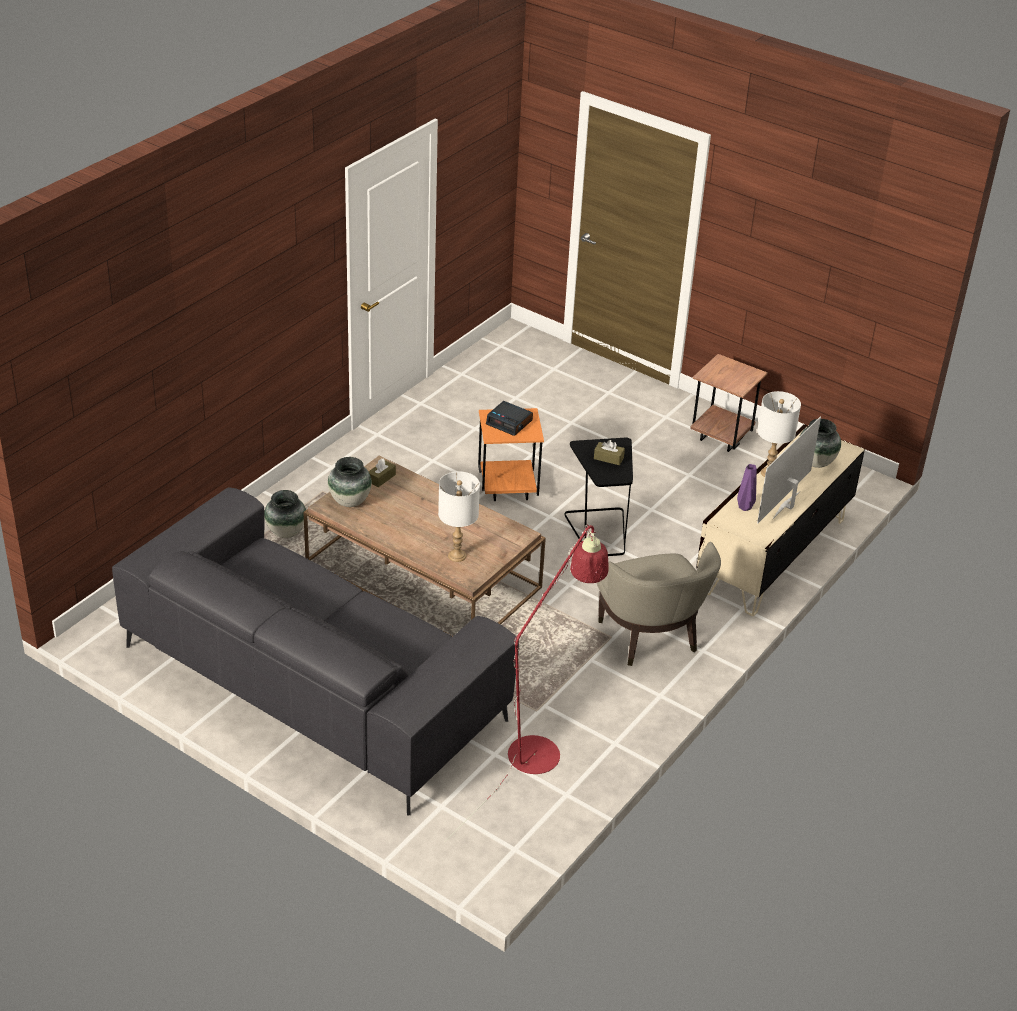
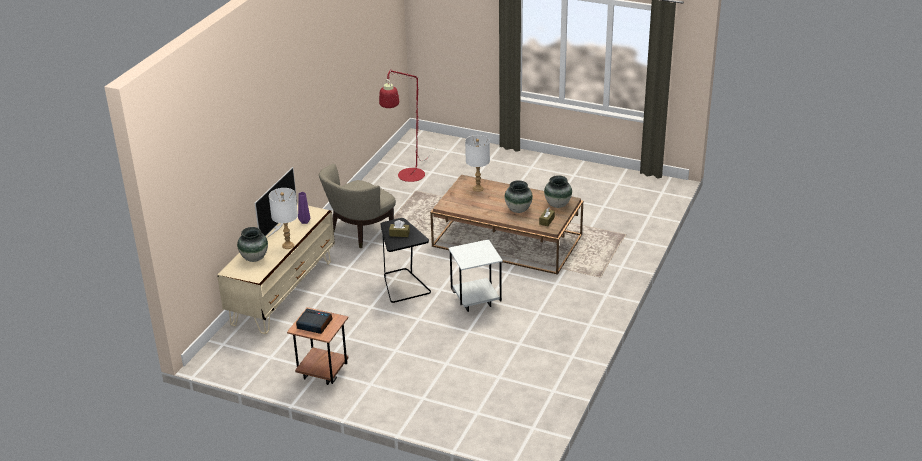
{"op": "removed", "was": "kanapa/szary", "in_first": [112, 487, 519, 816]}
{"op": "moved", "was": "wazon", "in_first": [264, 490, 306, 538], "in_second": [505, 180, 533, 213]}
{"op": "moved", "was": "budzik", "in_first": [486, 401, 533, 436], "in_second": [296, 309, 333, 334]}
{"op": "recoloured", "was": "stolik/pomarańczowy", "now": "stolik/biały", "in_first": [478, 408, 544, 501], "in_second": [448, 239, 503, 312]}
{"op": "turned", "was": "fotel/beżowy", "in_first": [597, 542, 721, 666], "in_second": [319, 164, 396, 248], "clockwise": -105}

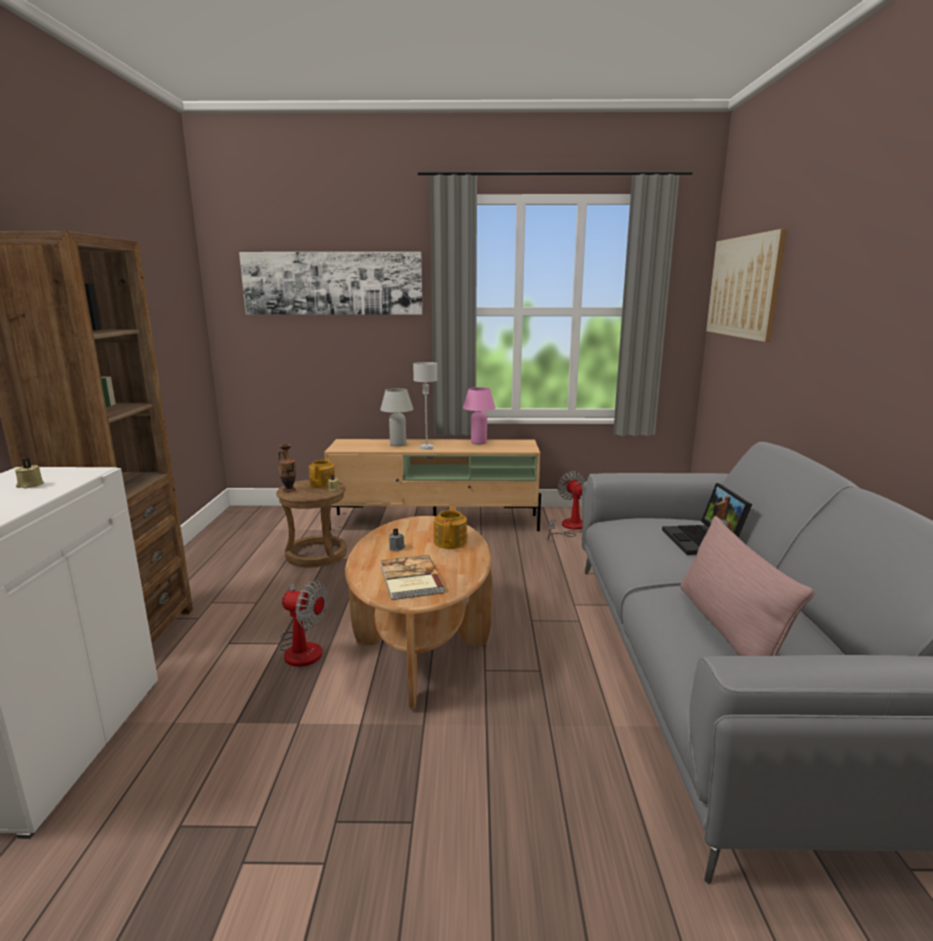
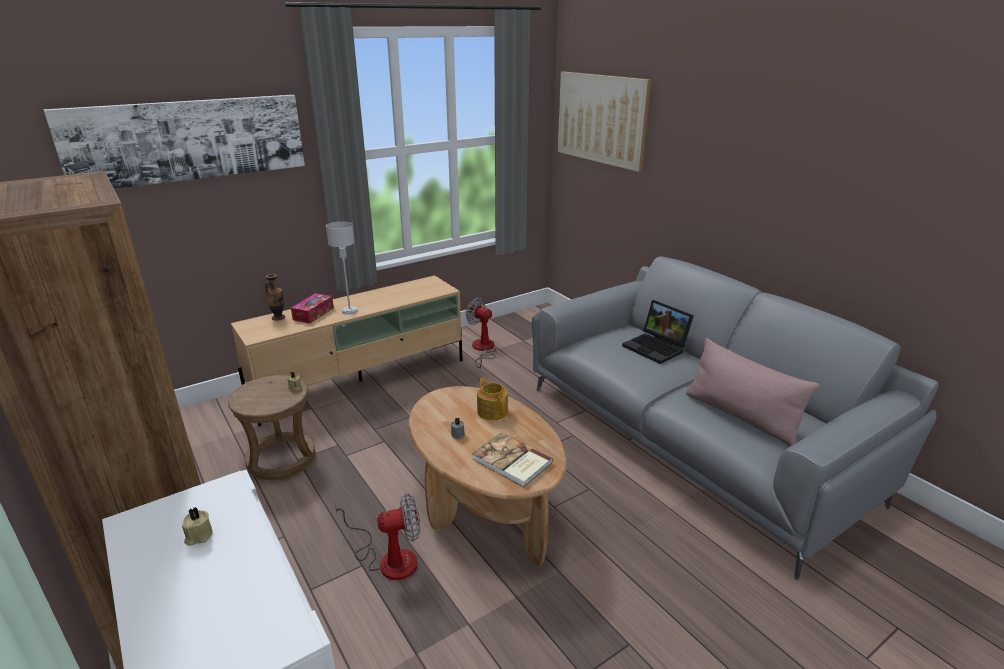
{"op": "removed", "was": "imbryk", "in_first": [309, 458, 335, 488]}
{"op": "removed", "was": "lampa stołowa/różowy", "in_first": [463, 387, 495, 444]}
{"op": "moved", "was": "wazon", "in_first": [278, 444, 296, 493], "in_second": [265, 274, 285, 321]}
{"op": "replaced", "was": "lampa stołowa/biały", "now": "pudełko chusteczek", "in_first": [380, 388, 413, 446], "in_second": [291, 293, 334, 324]}

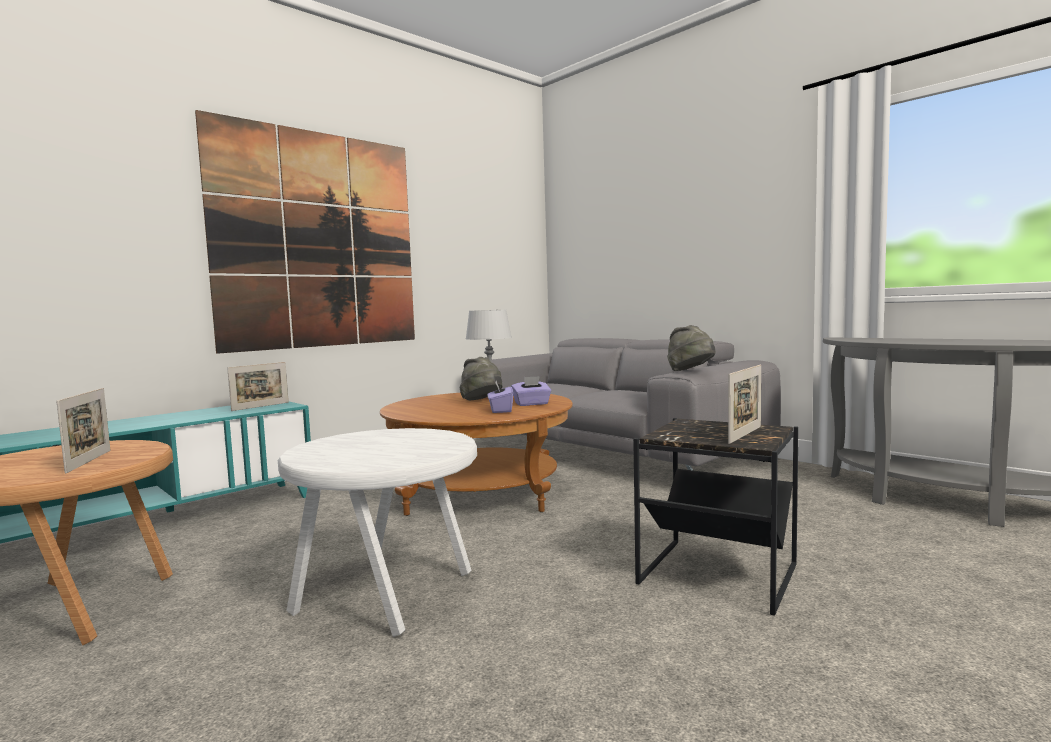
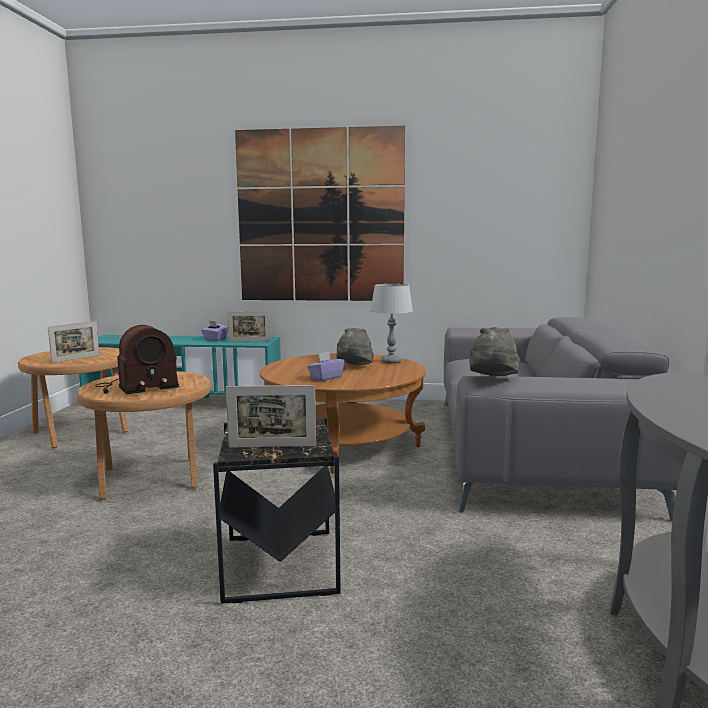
{"op": "added", "now": "radio", "in_second": [95, 325, 179, 394]}
{"op": "moved", "was": "pudełko chusteczek/fioletowy", "in_first": [511, 376, 552, 406], "in_second": [201, 321, 228, 341]}
{"op": "recoloured", "was": "stolik/biały", "now": "stolik/brązowy", "in_first": [278, 428, 477, 637], "in_second": [77, 371, 211, 499]}

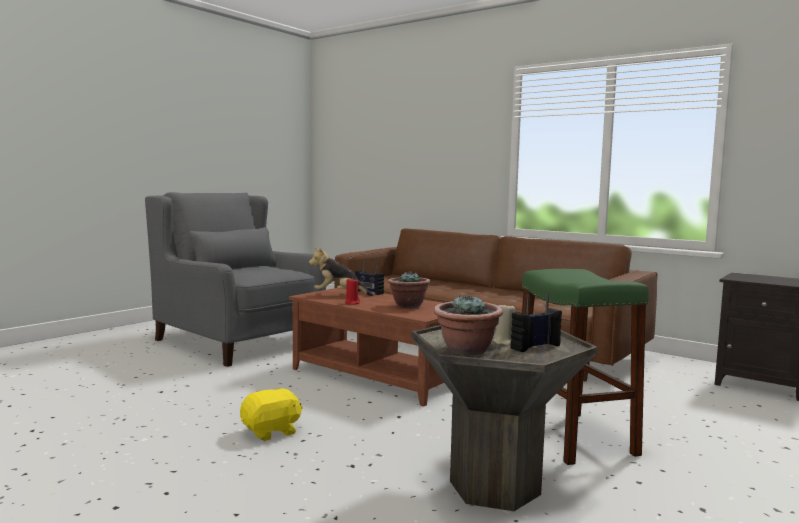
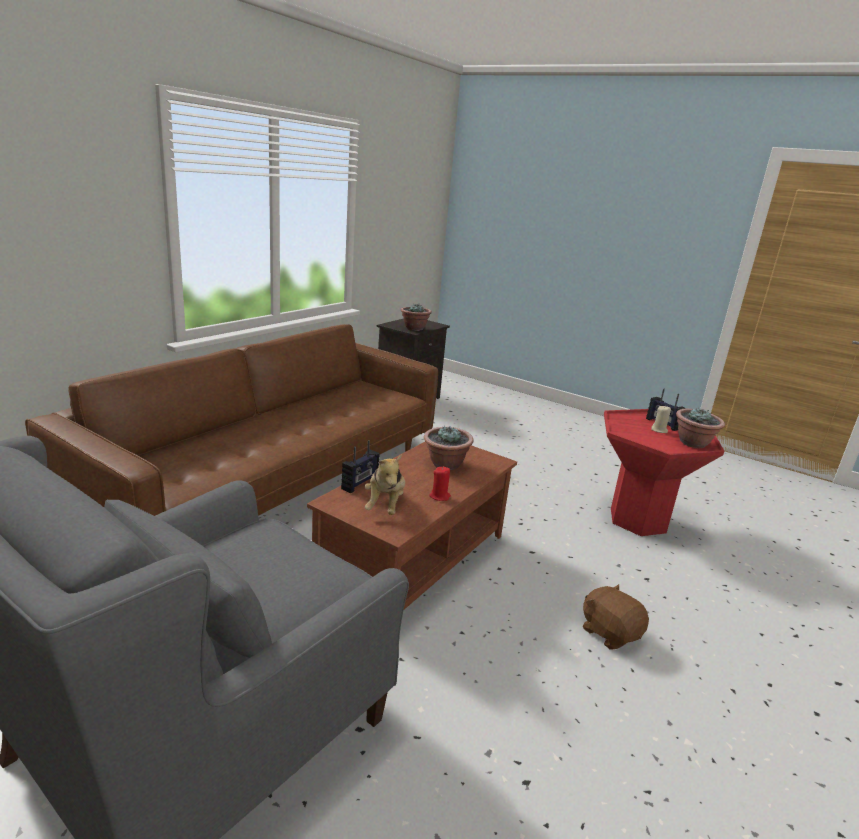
{"op": "removed", "was": "stołek/zielony", "in_first": [522, 269, 649, 465]}
{"op": "added", "now": "roślina doniczkowa", "in_second": [400, 303, 432, 331]}
{"op": "recoloured", "was": "pluszak/żółty", "now": "pluszak/brązowy", "in_first": [240, 388, 303, 441], "in_second": [583, 584, 649, 650]}
{"op": "recoloured", "was": "stolik/szary", "now": "stolik/czerwony", "in_first": [411, 325, 597, 511], "in_second": [604, 409, 724, 536]}

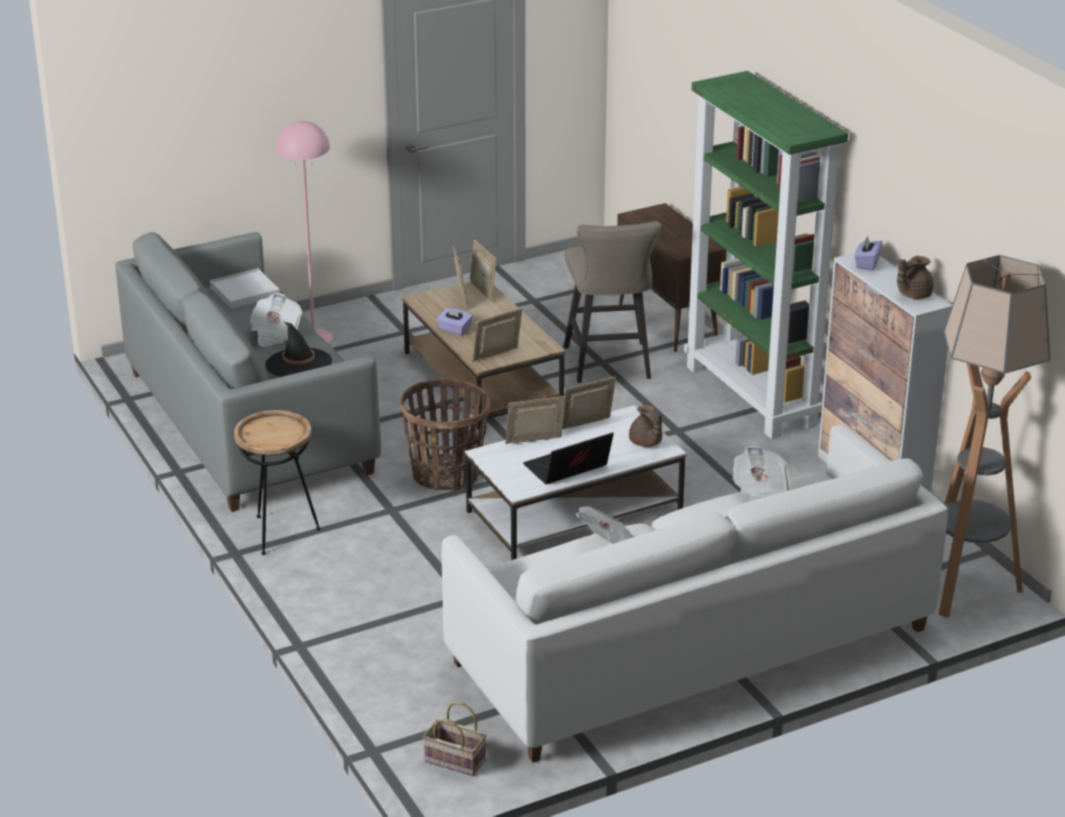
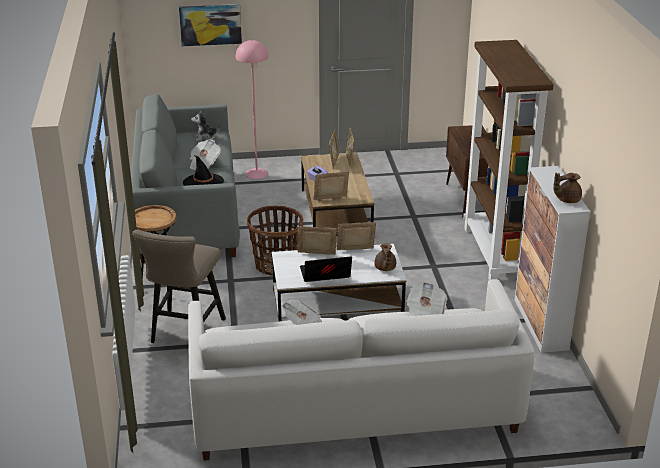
{"op": "removed", "was": "koszyk", "in_first": [423, 702, 487, 776]}
{"op": "removed", "was": "pudełko chusteczek/fioletowy", "in_first": [854, 236, 882, 271]}
{"op": "removed", "was": "lampa stojąca", "in_first": [939, 255, 1051, 618]}
{"op": "added", "now": "obraz", "in_second": [179, 4, 242, 46]}
{"op": "moved", "was": "stołek/beżowy", "in_first": [564, 221, 662, 383], "in_second": [132, 230, 226, 343]}
{"op": "replaced", "was": "taca/biały", "now": "pluszak", "in_first": [210, 268, 280, 309], "in_second": [191, 110, 221, 141]}
{"op": "recoloured", "was": "regał/zielony", "now": "regał/brązowy", "in_first": [684, 71, 848, 439], "in_second": [463, 40, 554, 280]}

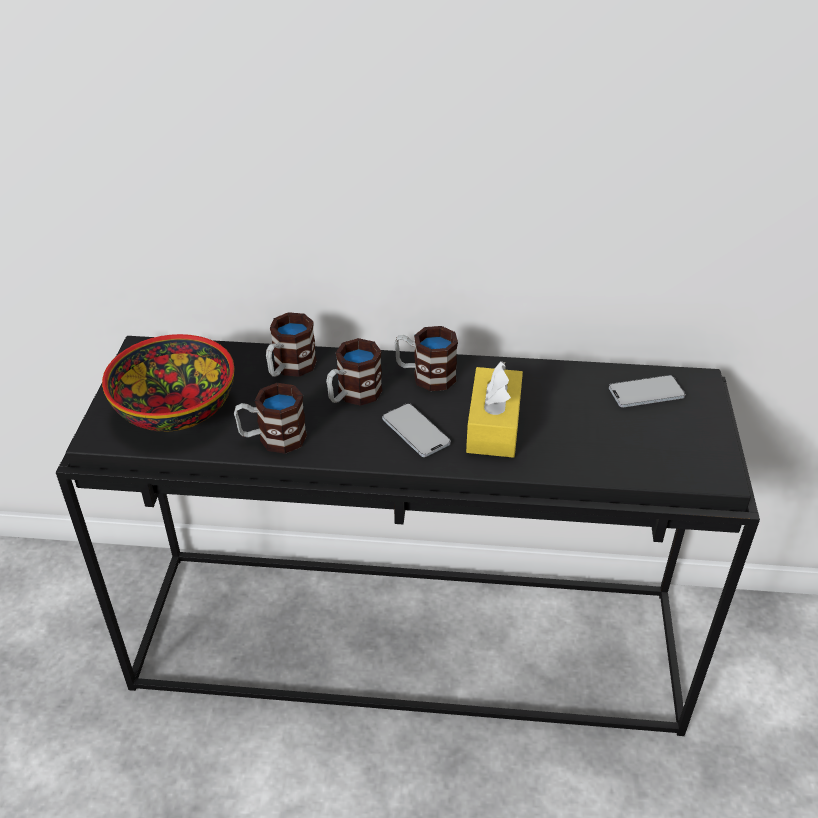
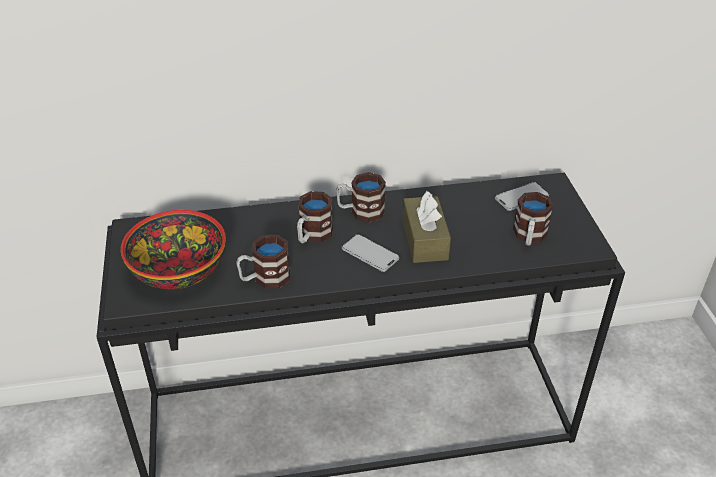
{"op": "moved", "was": "kubek", "in_first": [266, 312, 317, 377], "in_second": [513, 192, 553, 246]}
{"op": "recoloured", "was": "pudełko chusteczek/żółty", "now": "pudełko chusteczek/brązowy", "in_first": [466, 361, 523, 458], "in_second": [402, 191, 451, 263]}

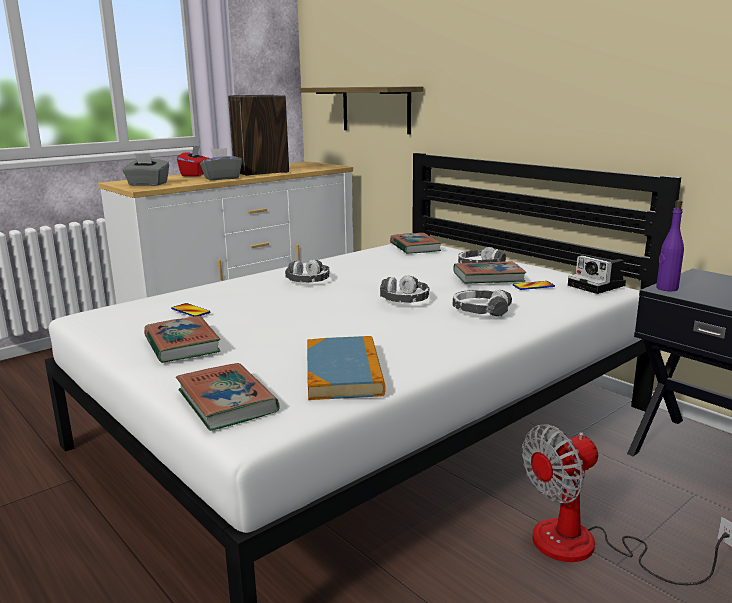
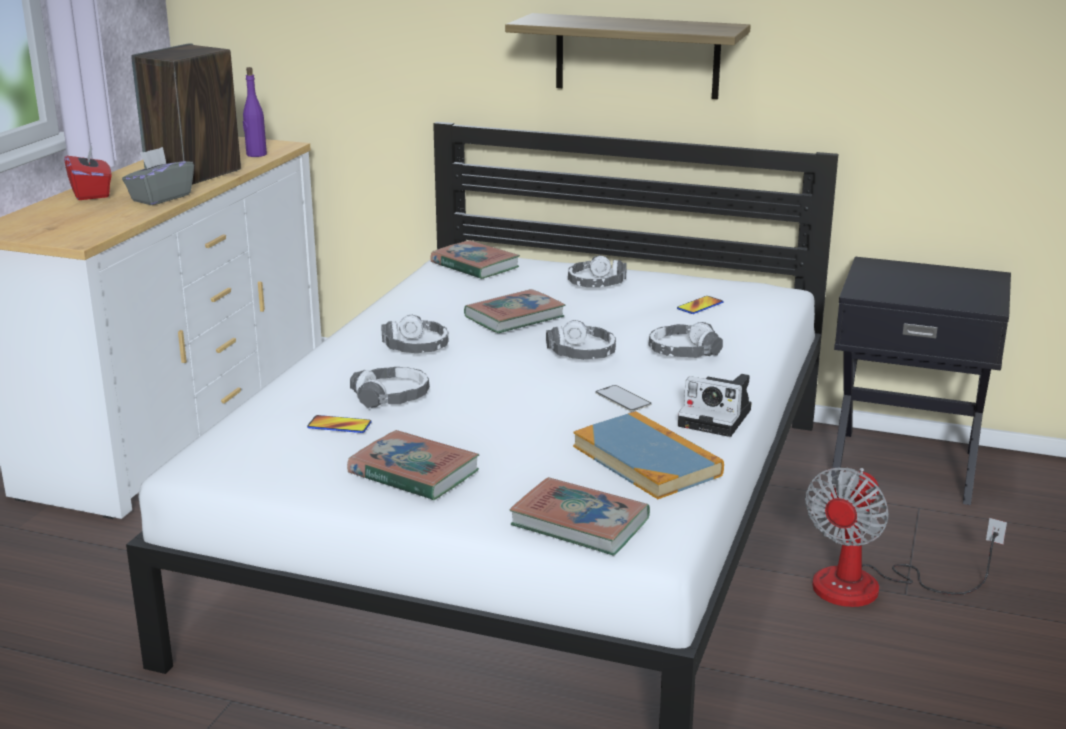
{"op": "removed", "was": "pudełko chusteczek/szary", "in_first": [122, 153, 169, 186]}
{"op": "added", "now": "słuchawki", "in_second": [350, 367, 430, 408]}
{"op": "added", "now": "telefon", "in_second": [595, 385, 651, 411]}
{"op": "moved", "was": "półka", "in_first": [300, 86, 424, 134], "in_second": [505, 13, 751, 99]}
{"op": "moved", "was": "książka", "in_first": [453, 261, 526, 284], "in_second": [464, 289, 565, 333]}
{"op": "moved", "was": "aparat fotograficzny", "in_first": [568, 255, 626, 294], "in_second": [678, 374, 752, 437]}
{"op": "moved", "was": "butelka/fioletowy", "in_first": [656, 200, 684, 291], "in_second": [243, 67, 267, 157]}

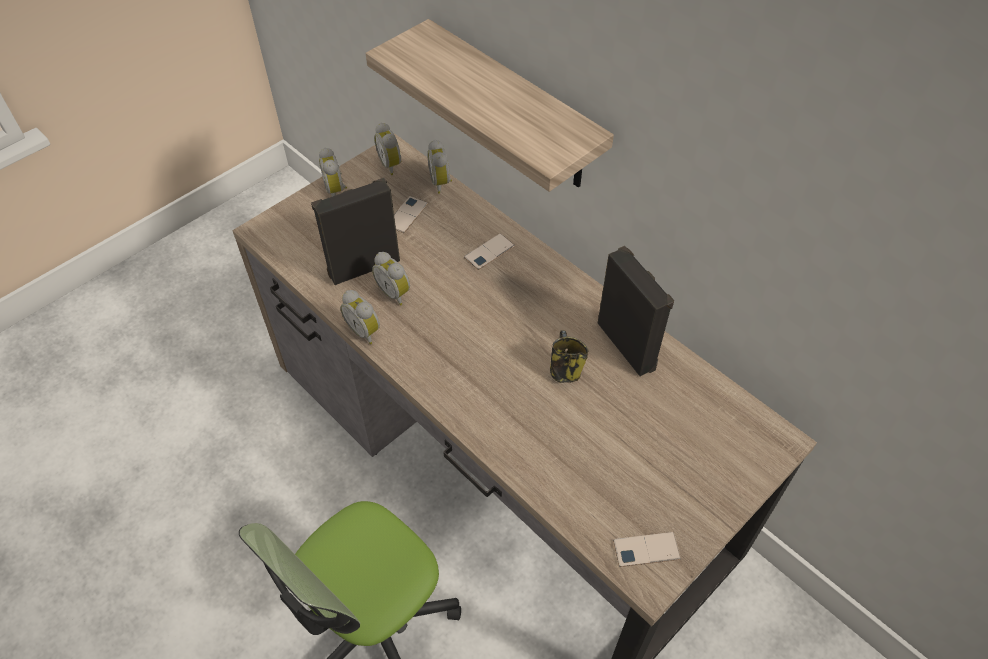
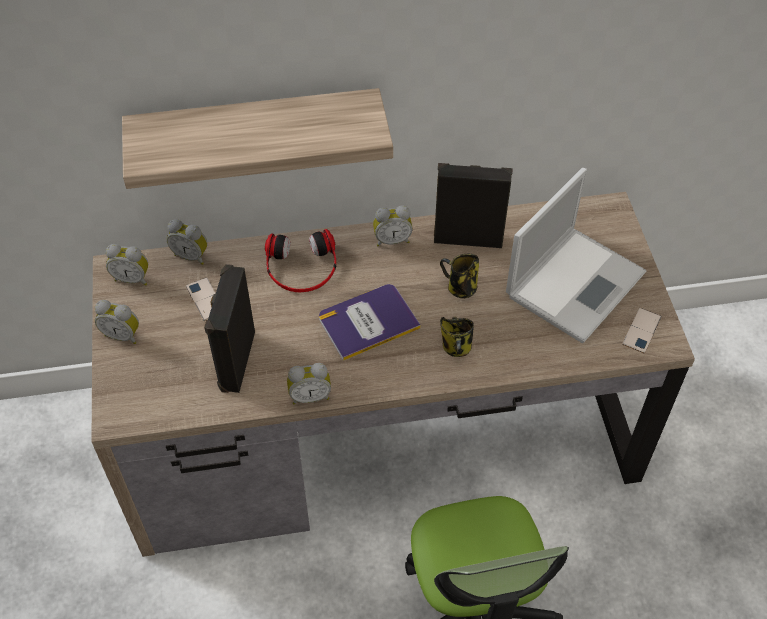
{"op": "added", "now": "książka", "in_second": [319, 284, 421, 361]}
{"op": "added", "now": "kubek", "in_second": [440, 317, 474, 357]}
{"op": "added", "now": "laptop", "in_second": [506, 168, 647, 343]}
{"op": "moved", "was": "budzik", "in_first": [372, 252, 410, 306], "in_second": [373, 206, 413, 247]}
{"op": "replaced", "was": "telefon", "now": "słuchawki", "in_first": [464, 233, 515, 270], "in_second": [265, 229, 336, 292]}

